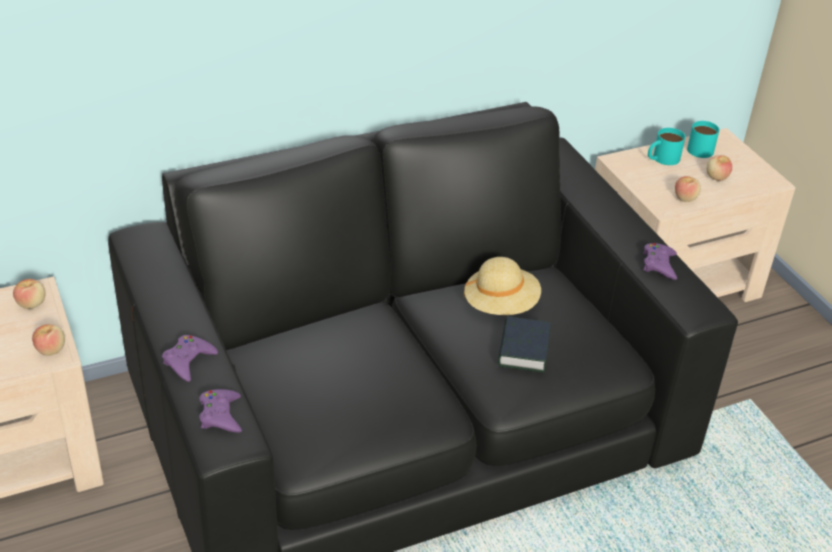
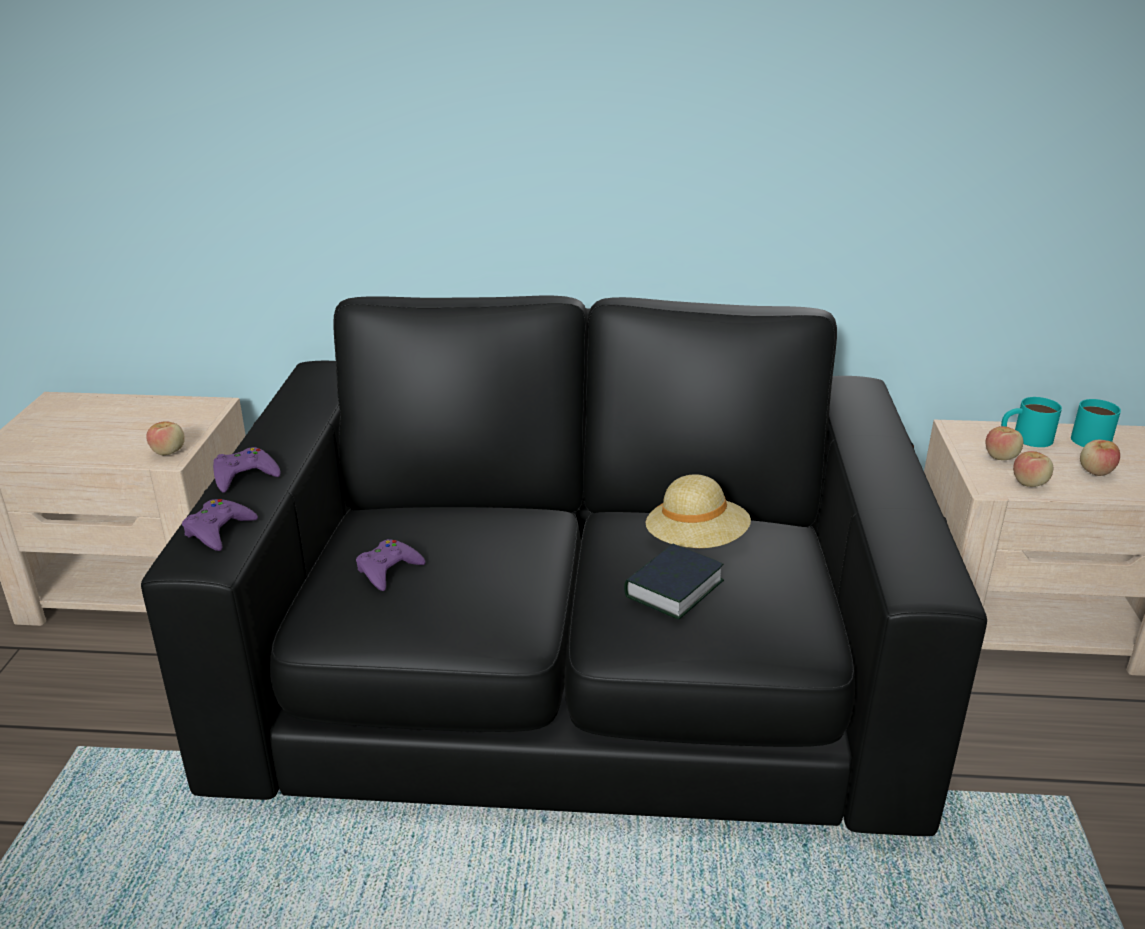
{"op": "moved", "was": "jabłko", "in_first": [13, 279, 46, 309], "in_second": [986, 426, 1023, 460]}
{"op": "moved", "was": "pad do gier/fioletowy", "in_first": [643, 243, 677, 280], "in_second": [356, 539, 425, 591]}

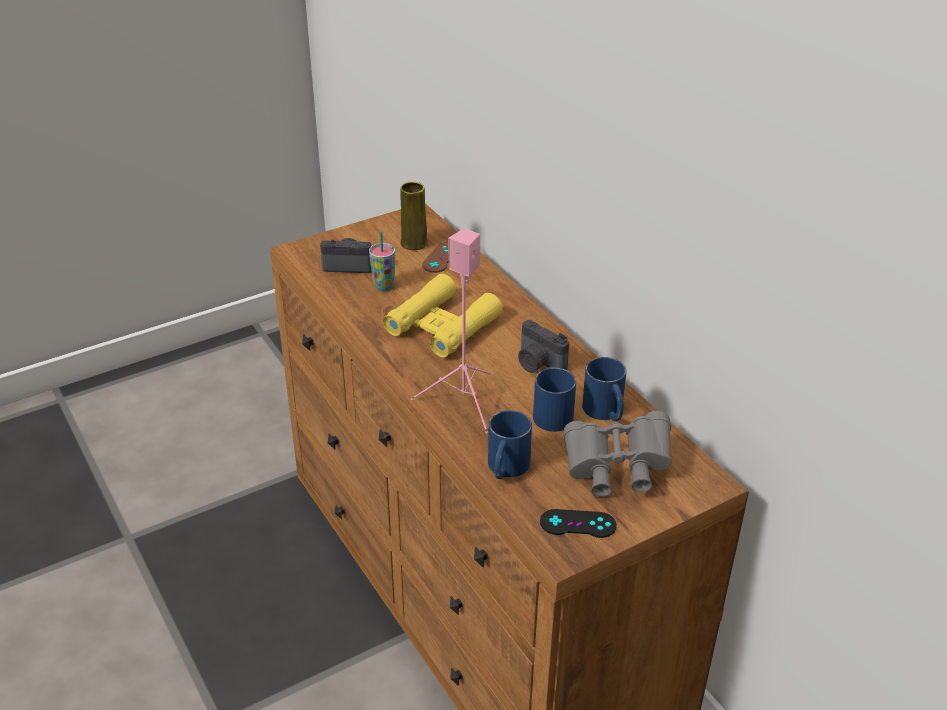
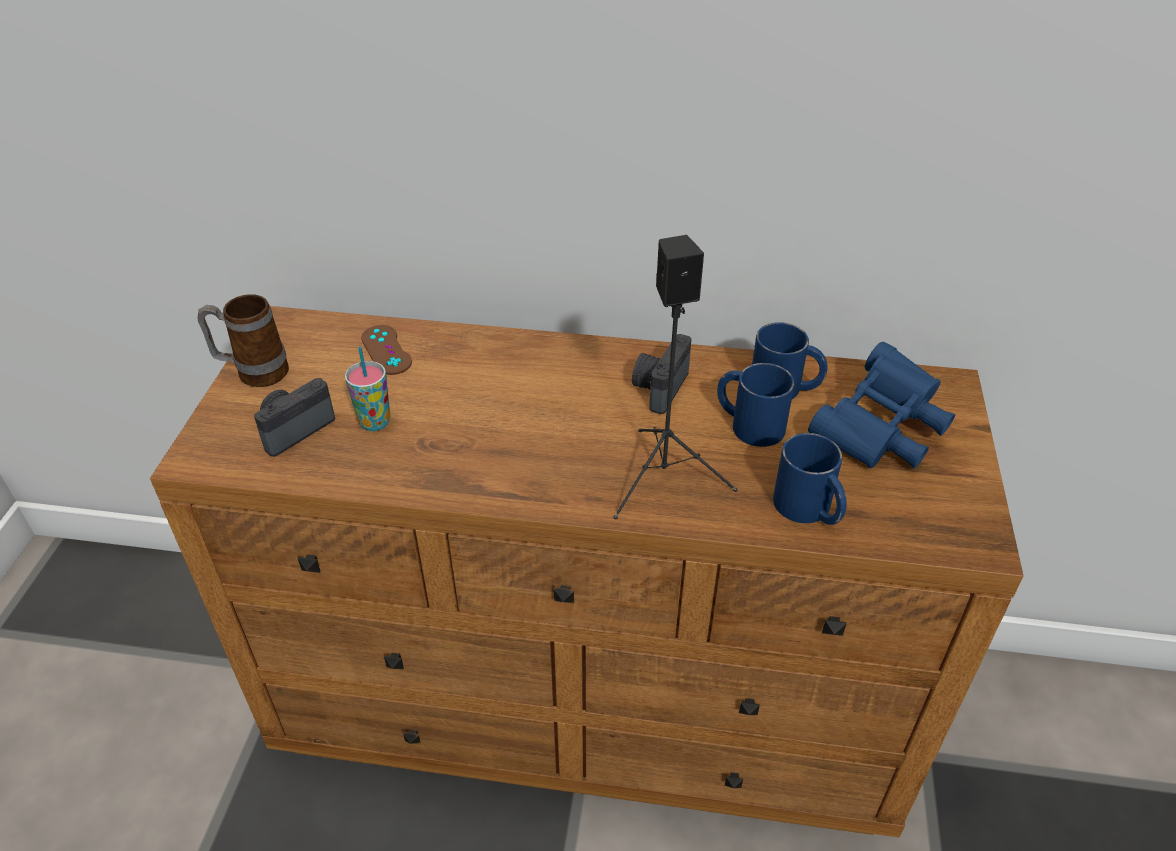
{"op": "removed", "was": "lornetka/żółty", "in_first": [383, 274, 503, 357]}
{"op": "removed", "was": "wazon/żółty", "in_first": [400, 182, 428, 250]}
{"op": "removed", "was": "pad do gier/czarny", "in_first": [540, 509, 617, 538]}
{"op": "added", "now": "kubek", "in_second": [198, 294, 289, 387]}
{"op": "recoloured", "was": "głośnik/różowy", "now": "głośnik/czarny", "in_first": [411, 228, 493, 434], "in_second": [613, 235, 738, 519]}
{"op": "recoloured", "was": "lornetka/szary", "now": "lornetka/niebieski", "in_first": [564, 411, 672, 497], "in_second": [808, 342, 955, 469]}
{"op": "turned", "was": "aparat fotograficzny", "in_first": [518, 320, 569, 373], "in_second": [632, 334, 691, 414], "clockwise": 120}

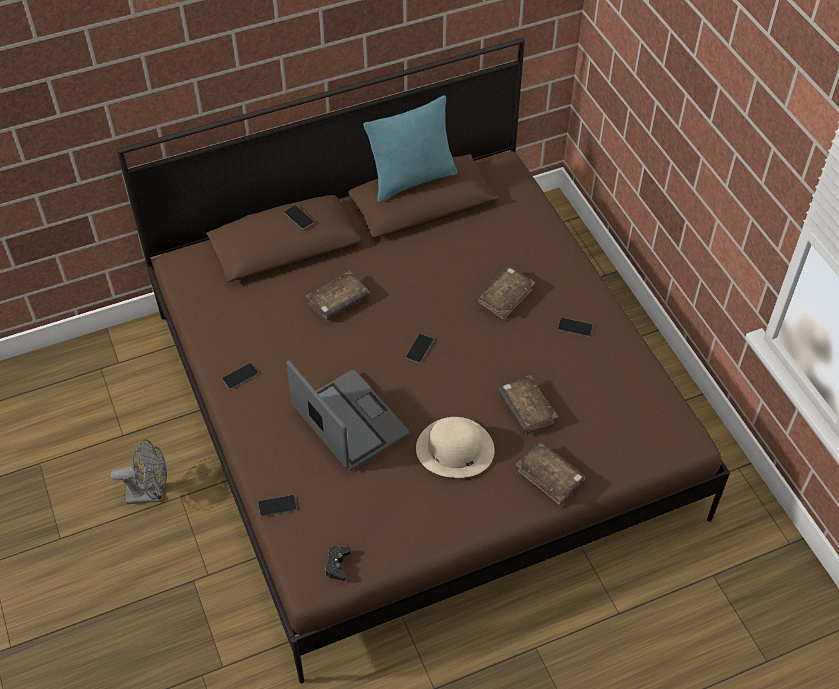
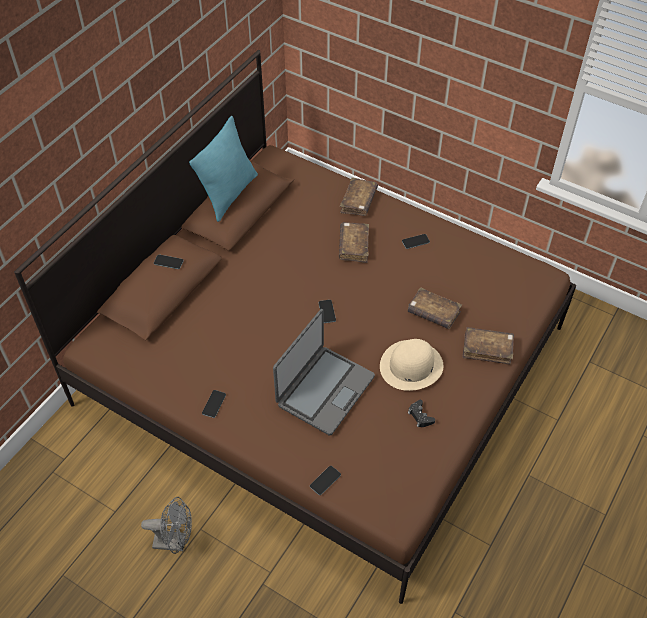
{"op": "moved", "was": "książka/brązowy", "in_first": [306, 271, 369, 321], "in_second": [340, 178, 378, 216]}
{"op": "moved", "was": "pad do gier/czarny", "in_first": [325, 546, 351, 581], "in_second": [408, 400, 435, 427]}
{"op": "turned", "was": "wentylator/szary", "in_first": [111, 439, 167, 504], "in_second": [141, 497, 192, 554], "clockwise": 45}
{"op": "turned", "was": "laptop", "in_first": [286, 360, 409, 471], "in_second": [273, 309, 375, 436], "clockwise": 105}

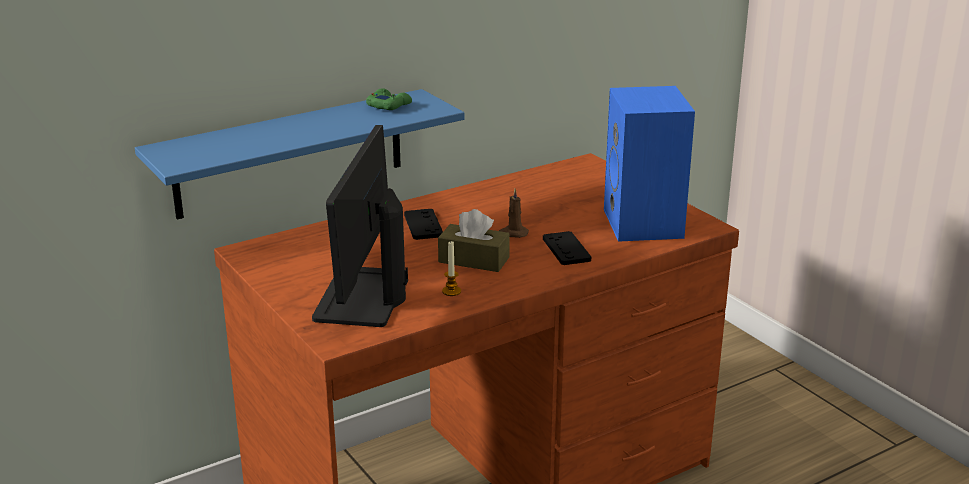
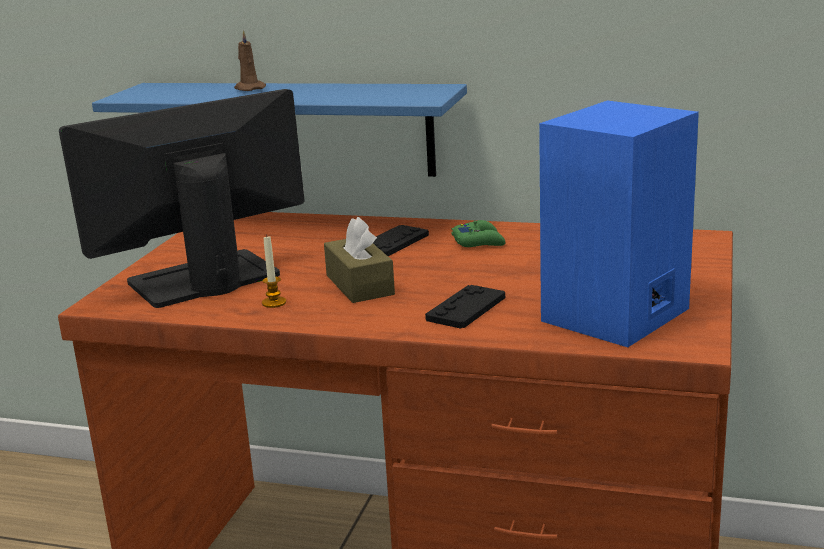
{"op": "moved", "was": "pad do gier/zielony", "in_first": [366, 88, 412, 110], "in_second": [451, 220, 506, 247]}
{"op": "moved", "was": "świeca/brązowy", "in_first": [499, 189, 529, 238], "in_second": [234, 30, 266, 91]}

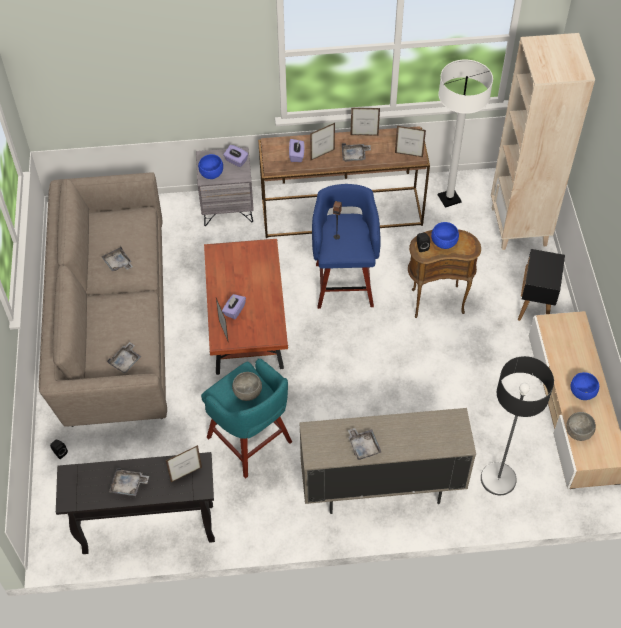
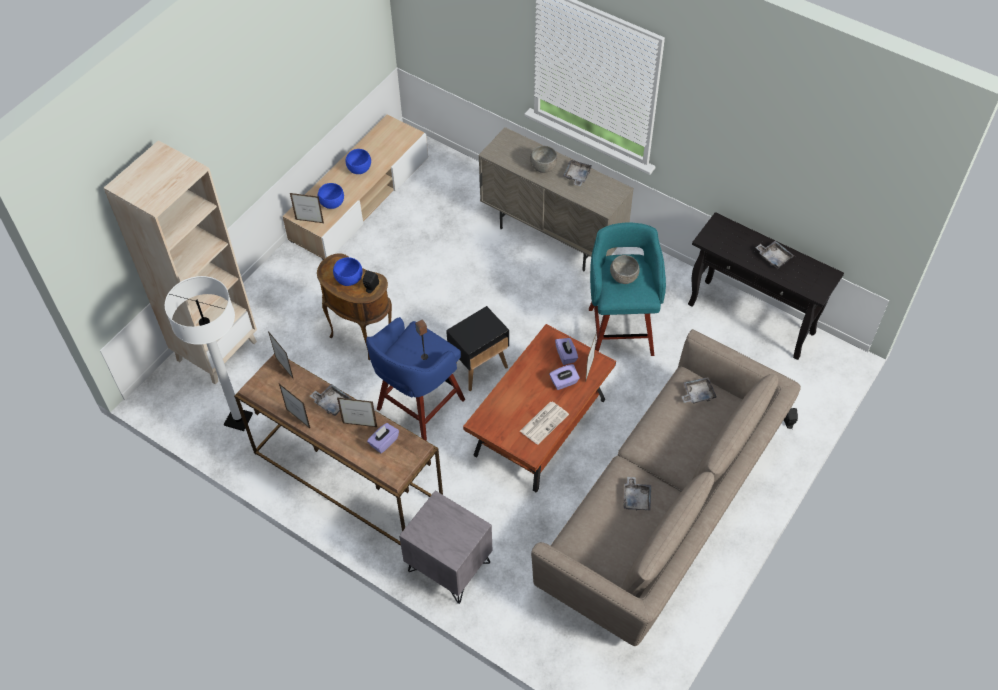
{"op": "removed", "was": "lampa stojąca", "in_first": [481, 356, 554, 495]}
{"op": "added", "now": "gazeta", "in_second": [520, 401, 569, 445]}
{"op": "moved", "was": "ramka na zdjęcie", "in_first": [166, 445, 202, 482], "in_second": [290, 193, 324, 223]}
{"op": "moved", "was": "miska/niebieski", "in_first": [198, 154, 223, 179], "in_second": [318, 183, 344, 209]}
{"op": "moved", "was": "pudełko chusteczek/fioletowy", "in_first": [223, 145, 248, 167], "in_second": [555, 338, 578, 365]}
{"op": "moved", "was": "stolik/czarny", "in_first": [518, 249, 565, 321], "in_second": [446, 306, 509, 391]}
{"op": "moved", "was": "miska/szary", "in_first": [566, 412, 596, 441], "in_second": [530, 146, 557, 173]}

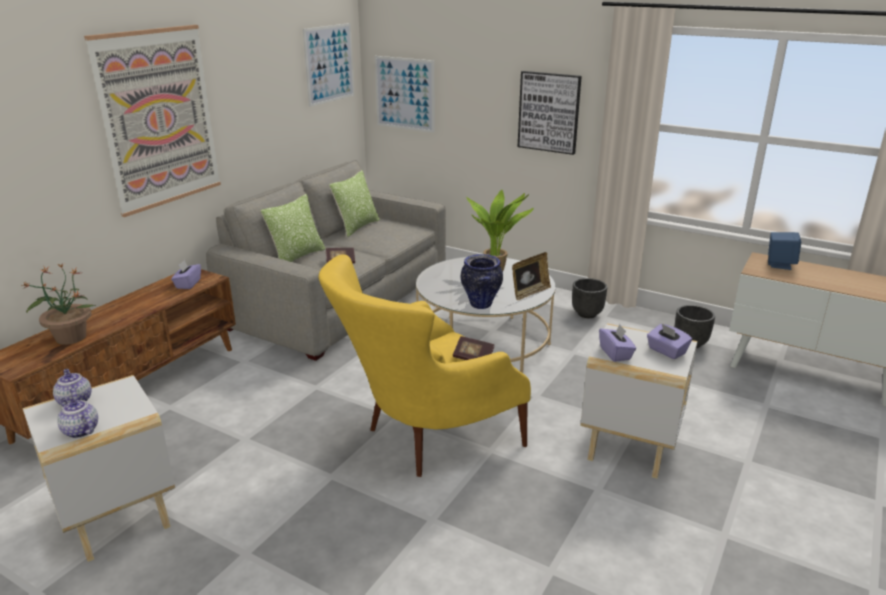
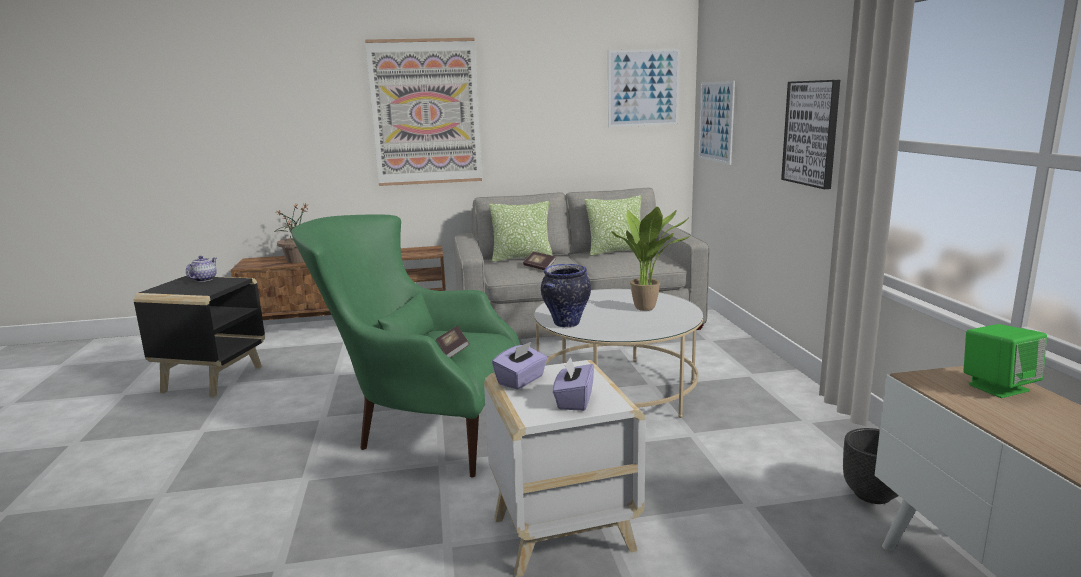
{"op": "removed", "was": "imbryk", "in_first": [57, 398, 98, 438]}
{"op": "removed", "was": "pudełko chusteczek/fioletowy", "in_first": [171, 260, 201, 289]}
{"op": "removed", "was": "ramka na zdjęcie", "in_first": [512, 252, 551, 301]}
{"op": "removed", "was": "donica/czarny", "in_first": [572, 278, 607, 318]}
{"op": "recoloured", "was": "stolik/biały", "now": "stolik/czarny", "in_first": [23, 375, 175, 562], "in_second": [134, 276, 265, 397]}
{"op": "recoloured", "was": "fotel/żółty", "now": "fotel/zielony", "in_first": [319, 254, 531, 477], "in_second": [292, 214, 520, 477]}
{"op": "recoloured", "was": "głośnik/niebieski", "now": "głośnik/zielony", "in_first": [768, 232, 801, 270], "in_second": [963, 324, 1047, 398]}

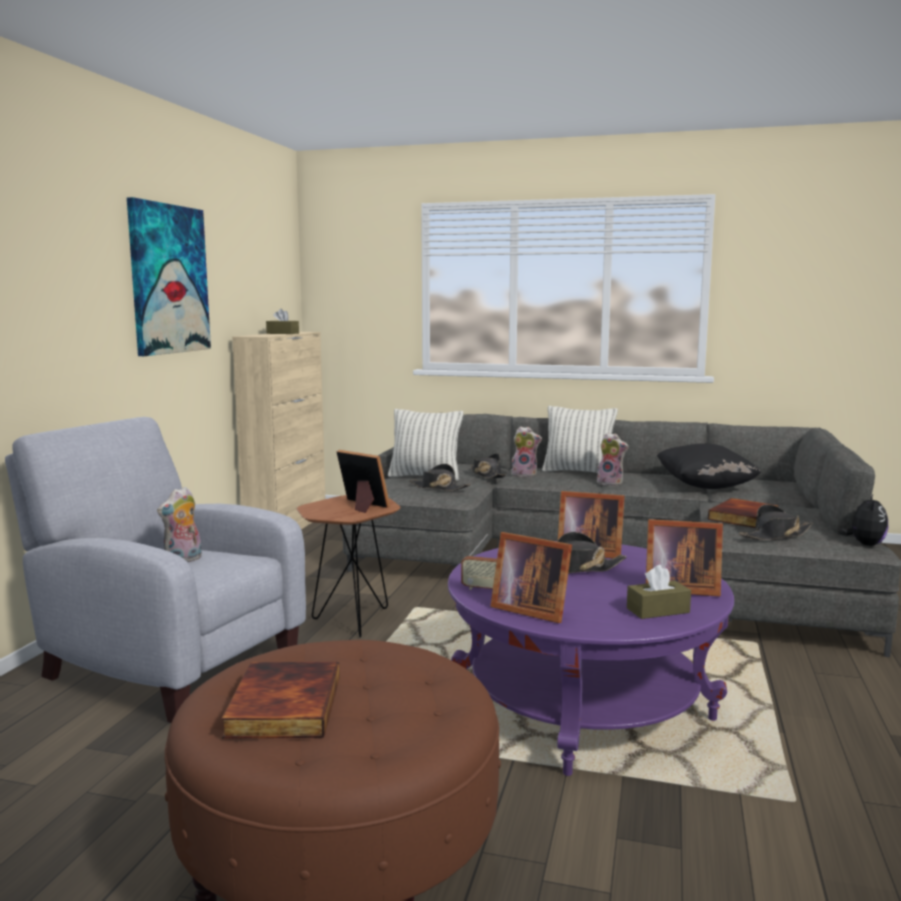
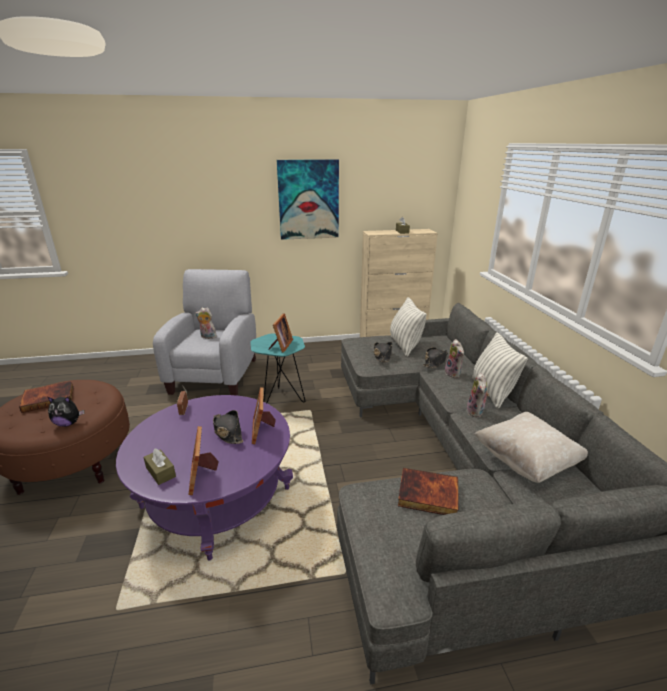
{"op": "removed", "was": "ramka na zdjęcie", "in_first": [490, 532, 572, 623]}
{"op": "removed", "was": "kapelusz/czarny", "in_first": [739, 504, 813, 540]}
{"op": "moved", "was": "pluszak", "in_first": [840, 494, 888, 546], "in_second": [48, 397, 85, 427]}
{"op": "recoloured", "was": "stolik/brązowy", "now": "stolik/turkusowy", "in_first": [297, 495, 400, 638], "in_second": [250, 334, 305, 403]}
{"op": "recoloured", "was": "poduszka/czarny", "now": "poduszka/beżowy", "in_first": [657, 444, 761, 489], "in_second": [473, 412, 588, 483]}

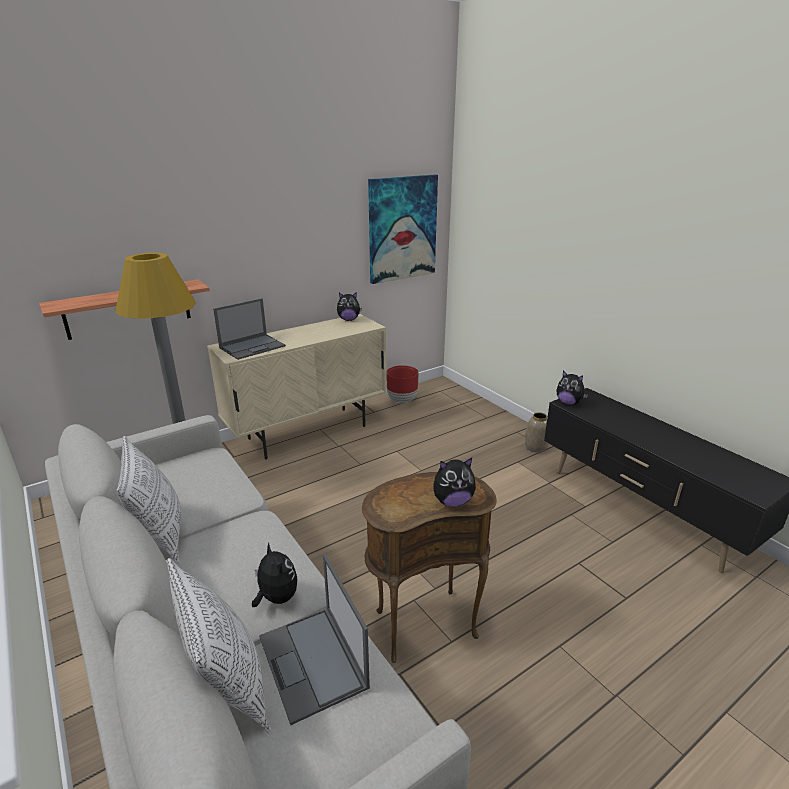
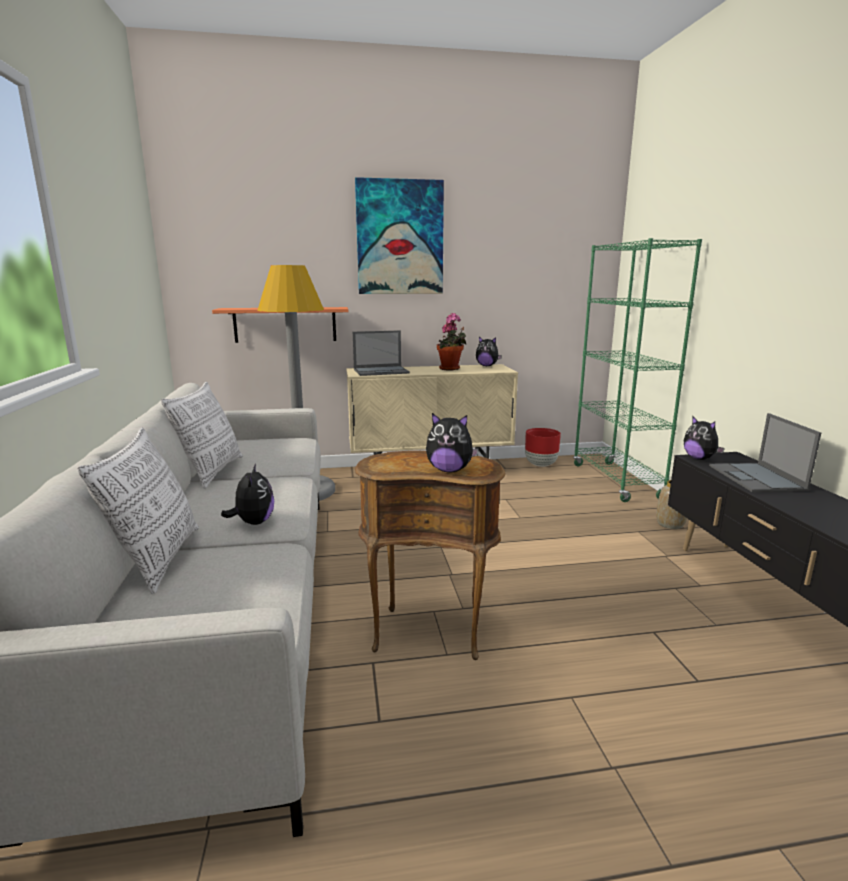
{"op": "added", "now": "roślina doniczkowa", "in_second": [437, 313, 466, 370]}
{"op": "added", "now": "regał/zielony", "in_second": [573, 238, 702, 502]}
{"op": "moved", "was": "laptop", "in_first": [259, 554, 370, 725], "in_second": [709, 413, 821, 492]}
{"op": "moved", "was": "obraz", "in_first": [368, 175, 438, 284], "in_second": [355, 177, 444, 294]}

